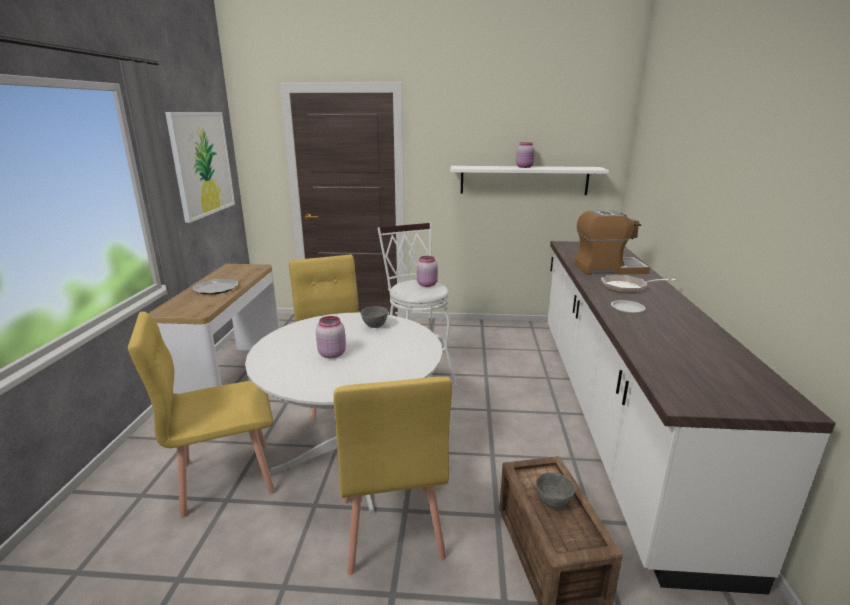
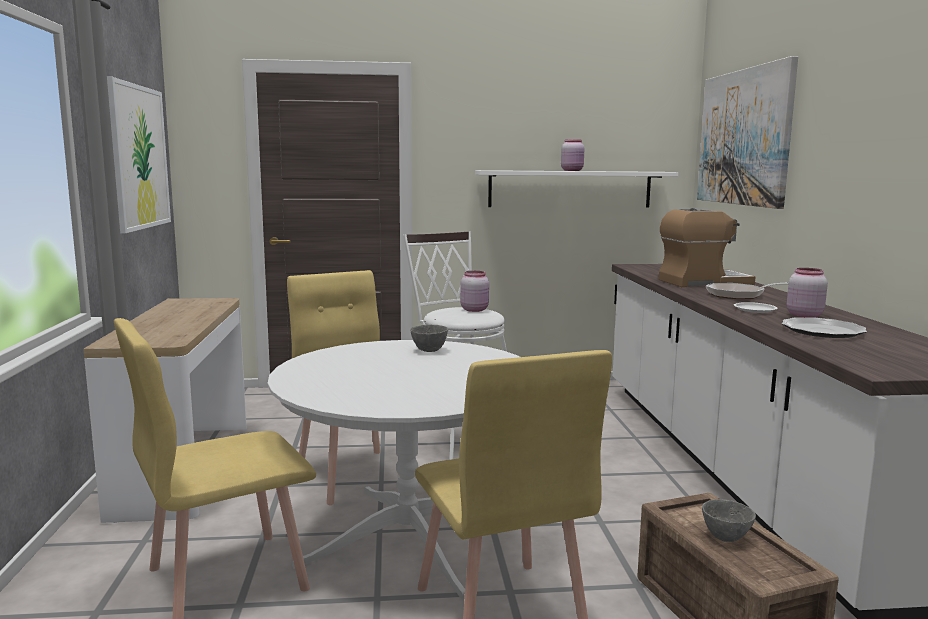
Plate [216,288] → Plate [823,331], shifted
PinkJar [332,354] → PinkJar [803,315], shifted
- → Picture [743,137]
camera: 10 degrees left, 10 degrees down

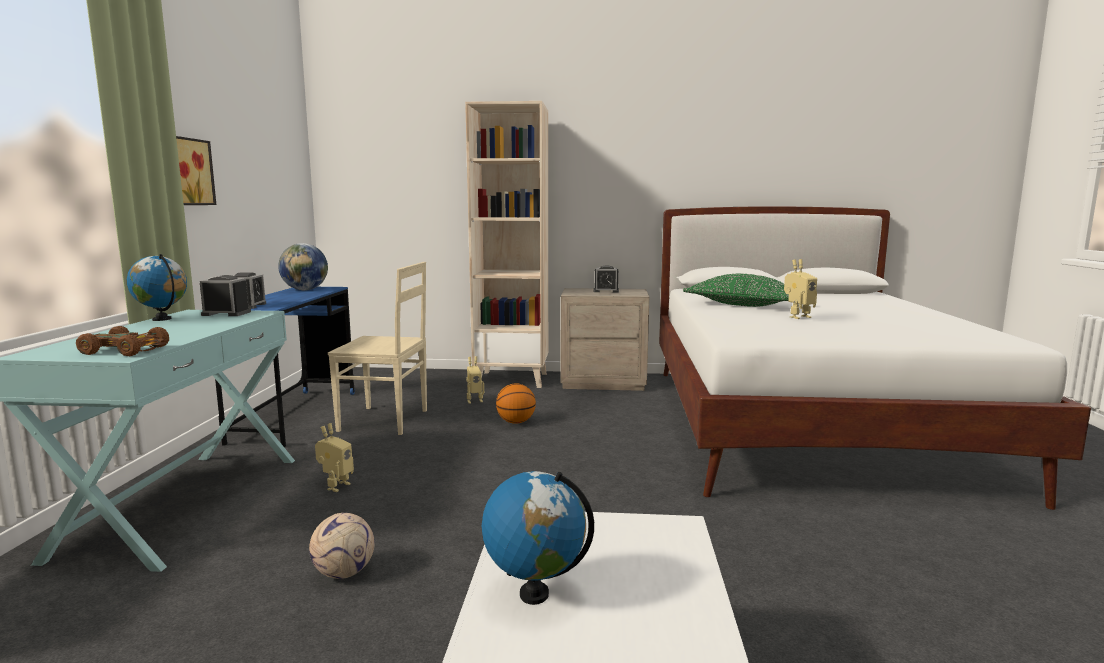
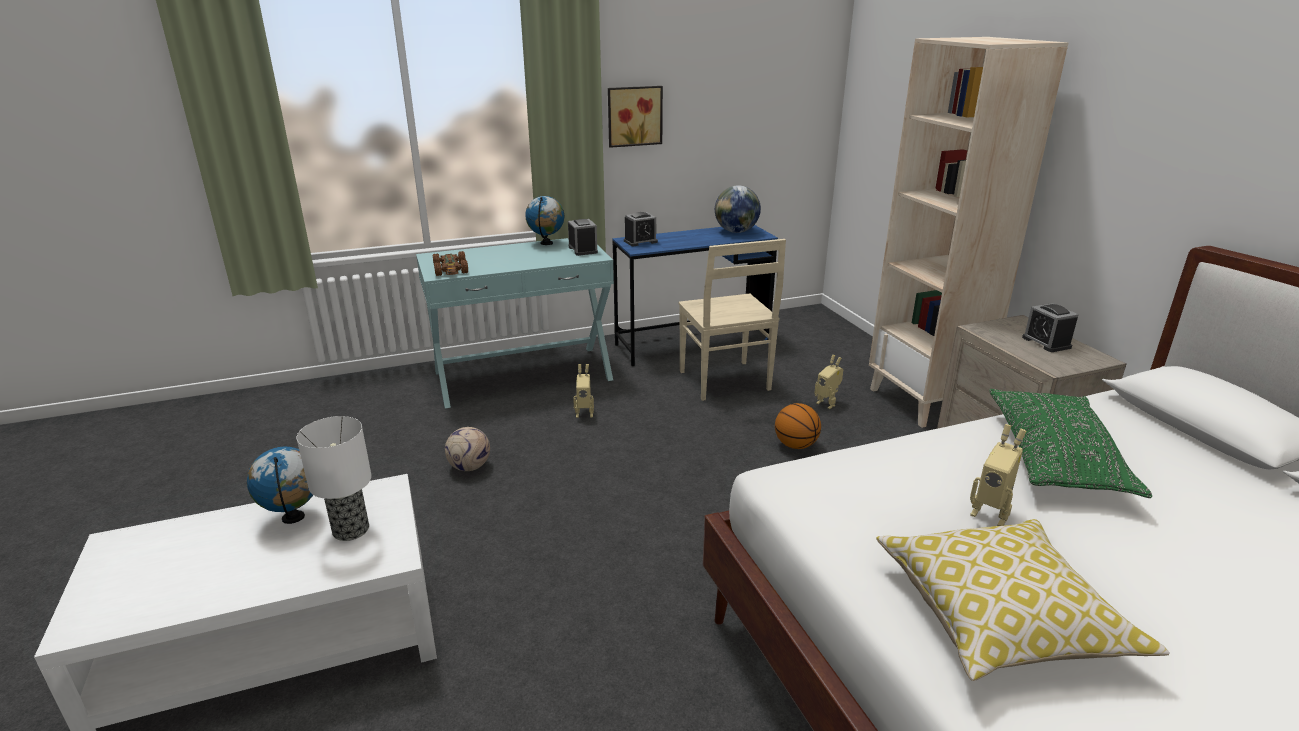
- → TableLamp [352,529]
- → Pillow [1001,617]
camera: 65 degrees right, 15 degrees up

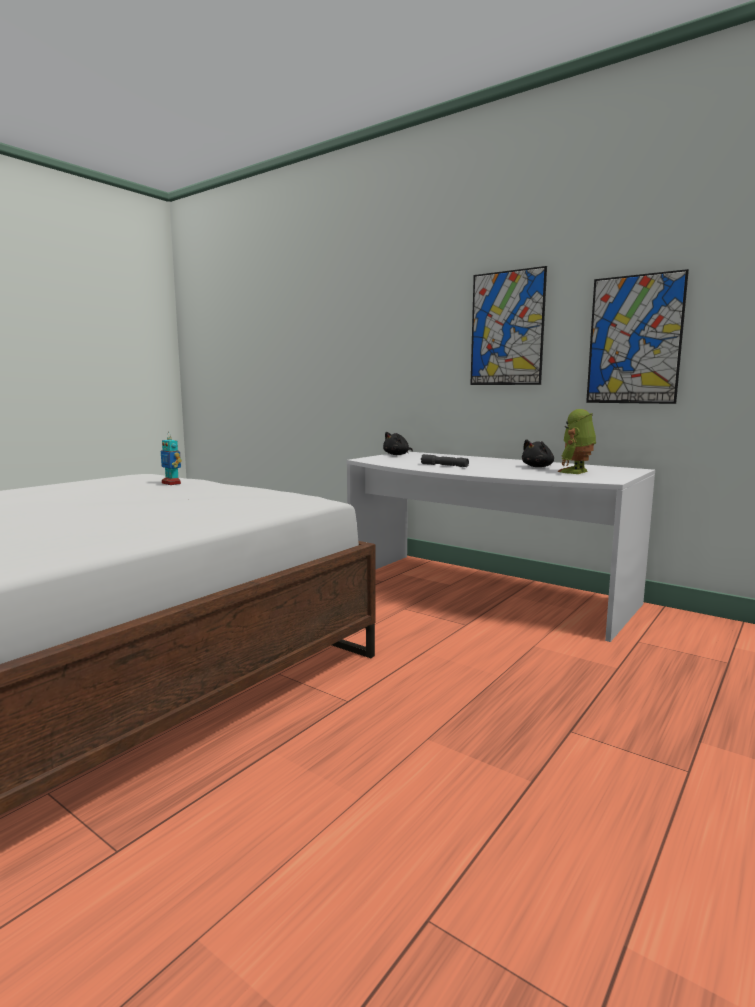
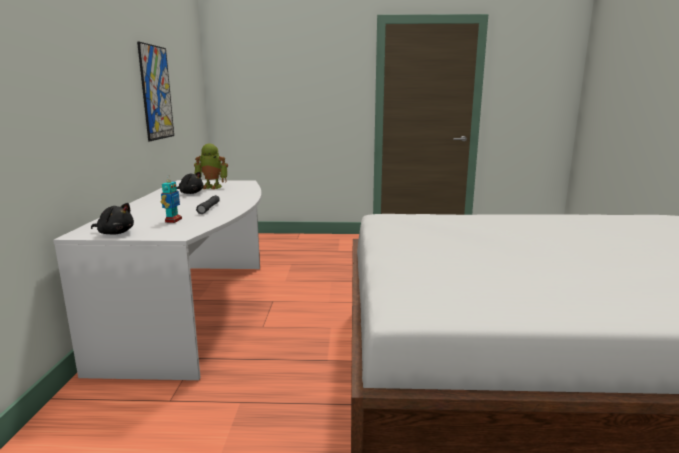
ToyRobot [171,483] → ToyRobot [173,220], shifted
Picture [507,328] → -
camera: 125 degrees left, 5 degrees up

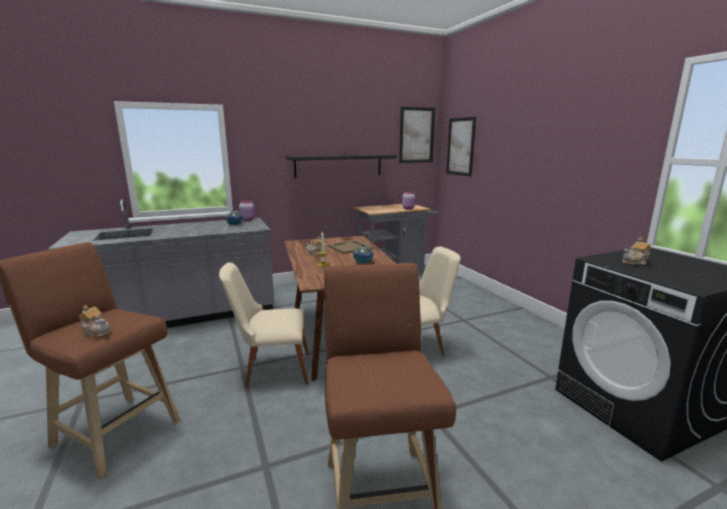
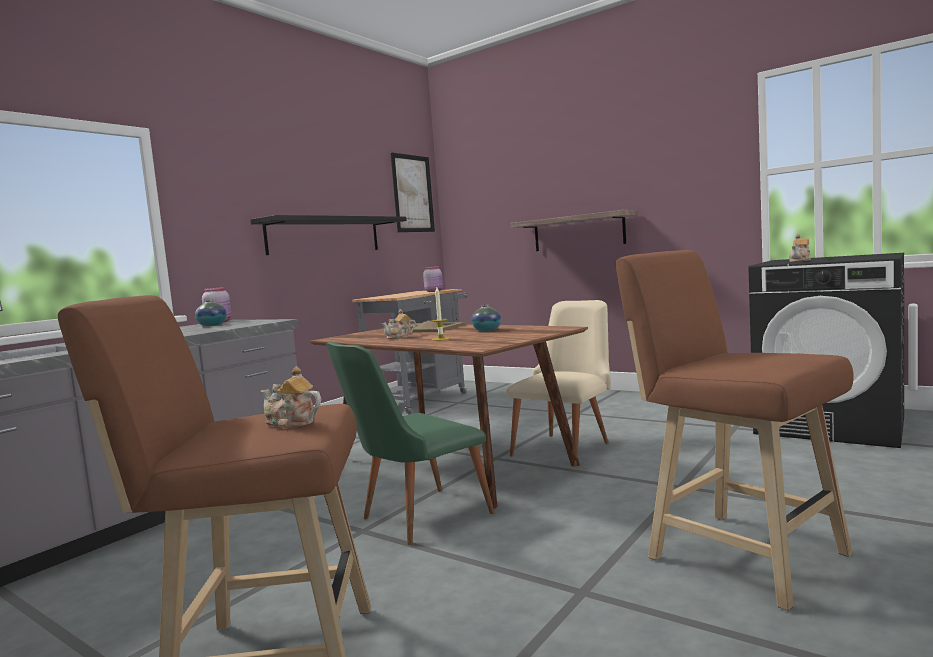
Teapot [97,332] → Teapot [291,422], 150 degrees counterclockwise
BeigeChair [271,370] → GreenChair [415,519]
Picture [460,146] → -
- → Shelf [578,232]
camera: 30 degrees left, 10 degrees down

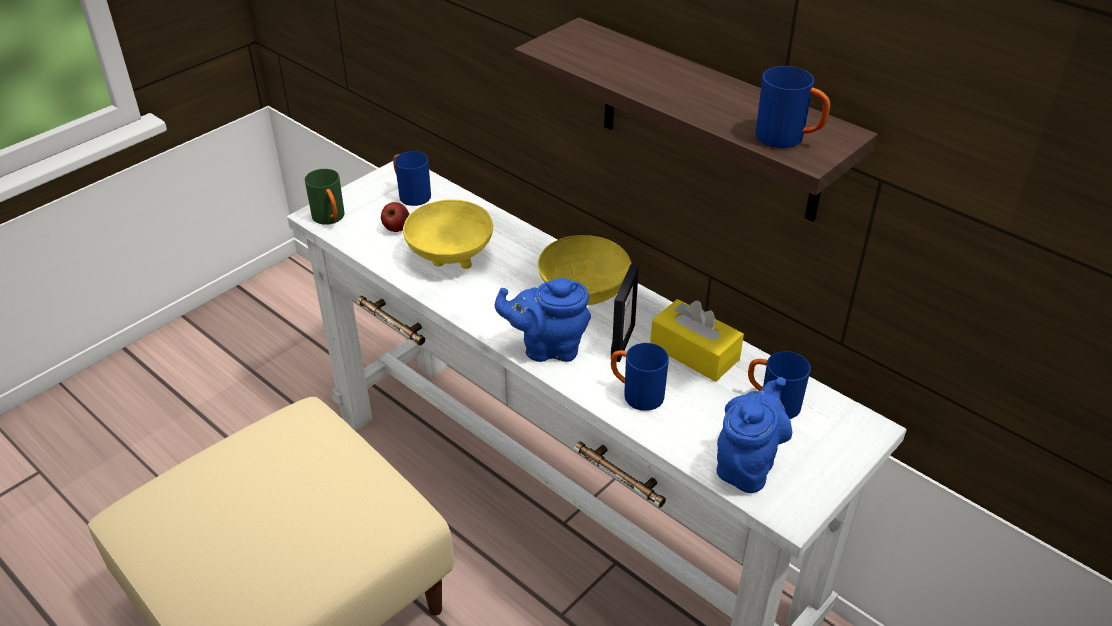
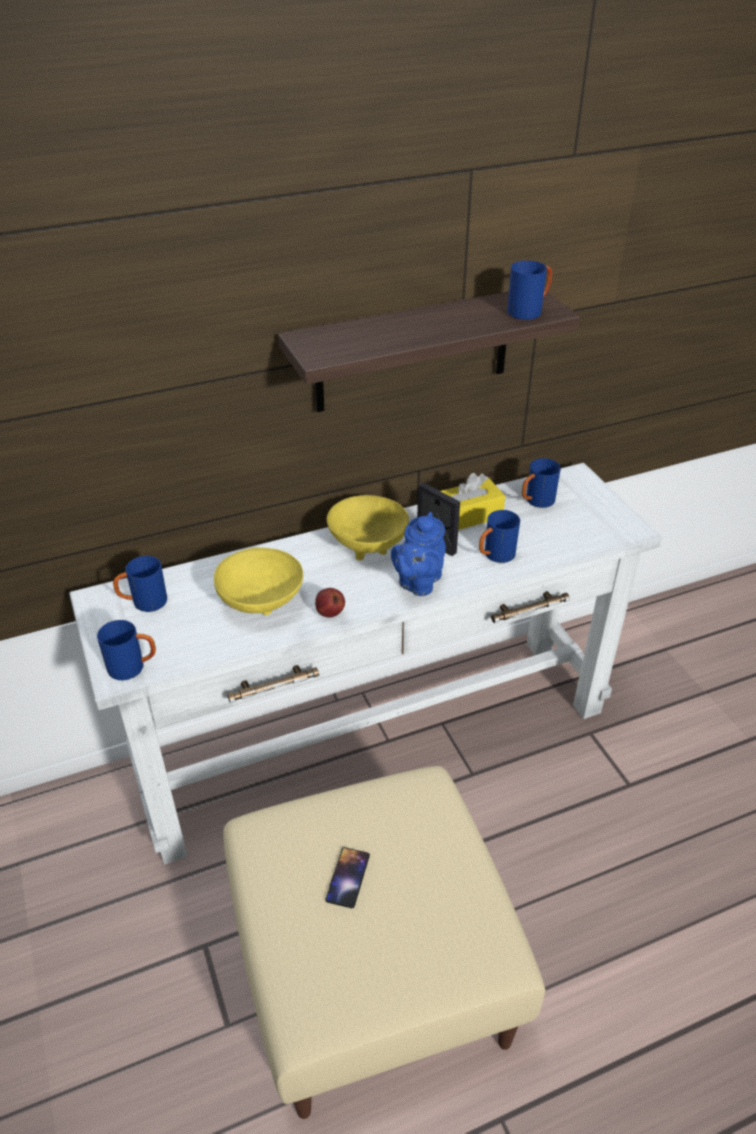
GreenMug [331,219] → BlueMug [133,667]
Apple [396,228] → Apple [329,613], shifted
BlueTeapot [747,464] → -
- → Phone [347,877]
camera: 65 degrees left, 0 degrees up

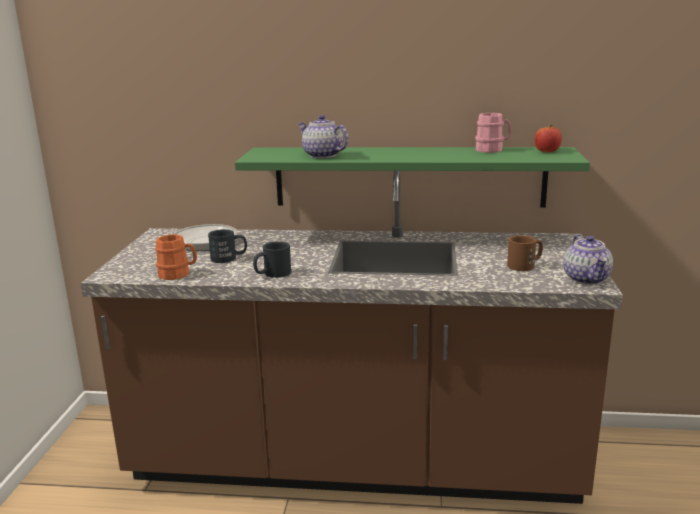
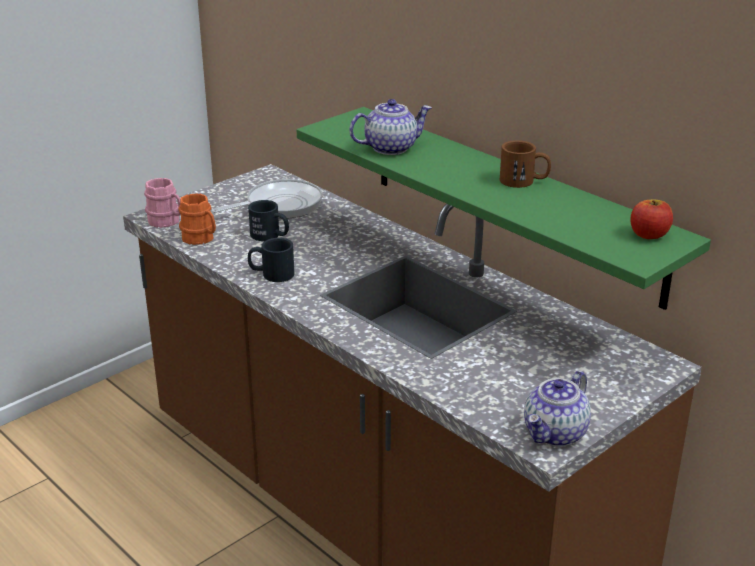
Teapot [322,155] → Teapot [391,148], 75 degrees clockwise
PinkMug [492,150] → PinkMug [167,222], shifted
BrownMug [525,265] → BrownMug [524,181], shifted
camera: 40 degrees right, 10 degrees up

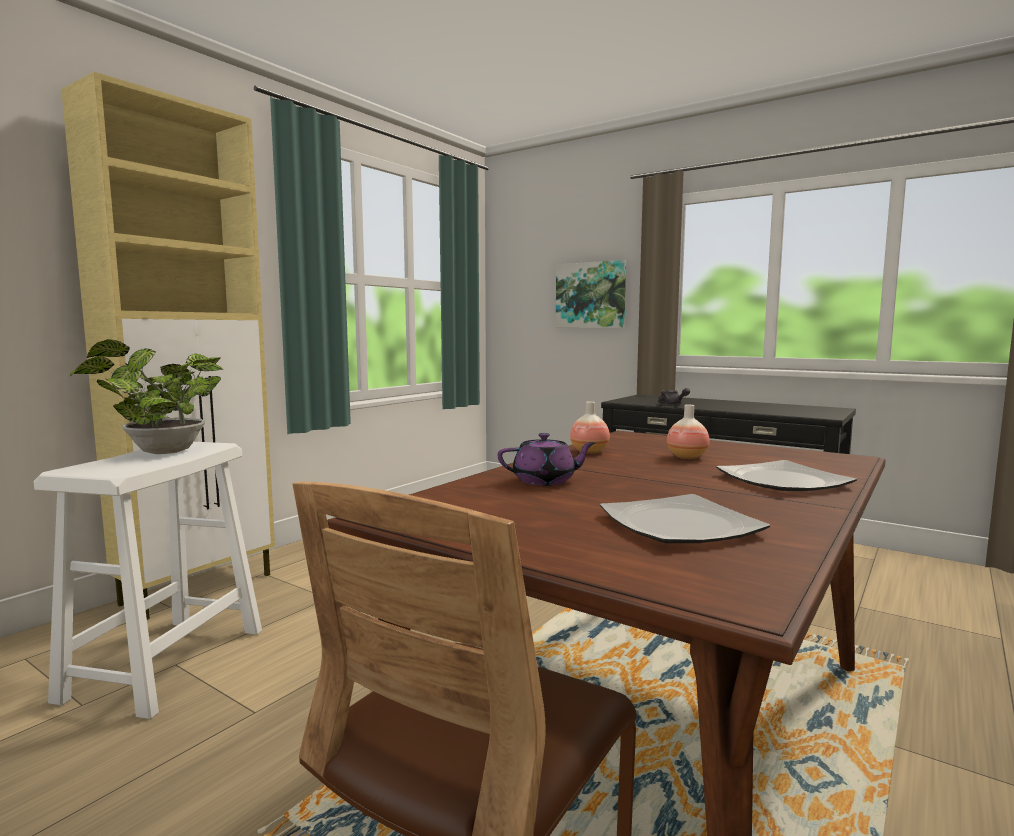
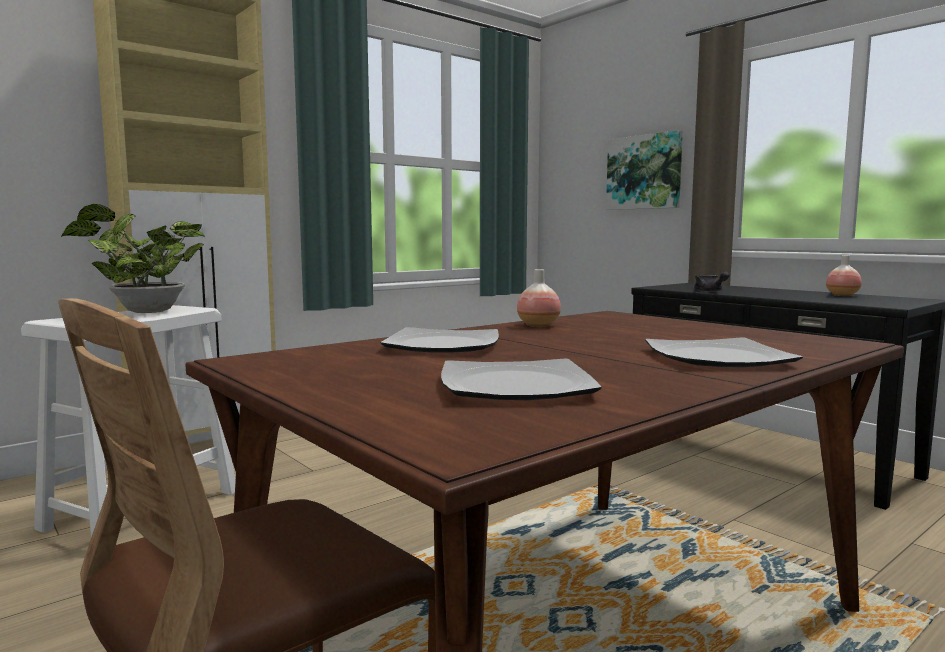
PurpleTeapot [545,481] → Plate [444,345]
Vase [687,457] → Vase [842,295], shifted
camera: 15 degrees right, 0 degrees up

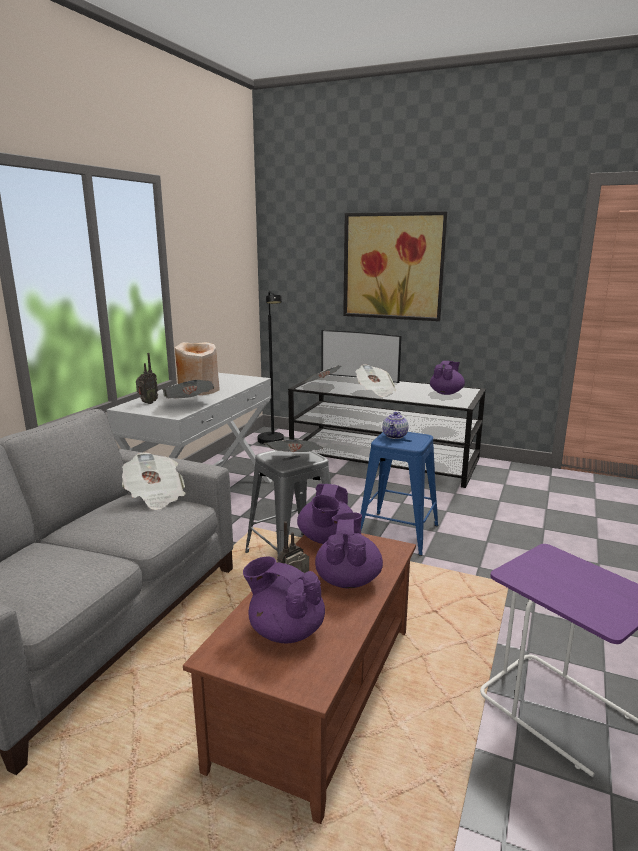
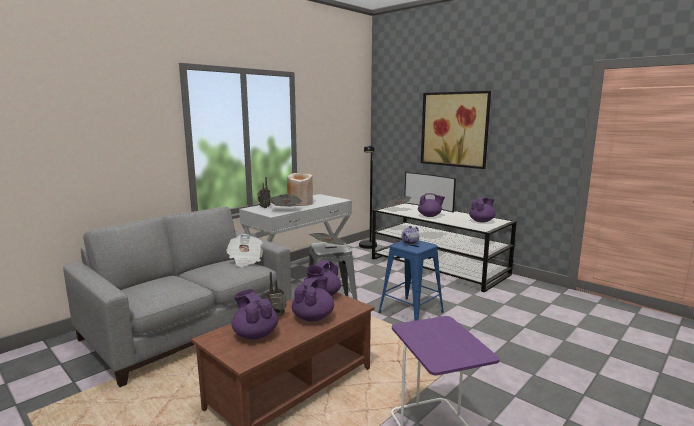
Newspaper [375,391] → PurpleTeapot [430,216]
camera: 20 degrees right, 5 degrees down

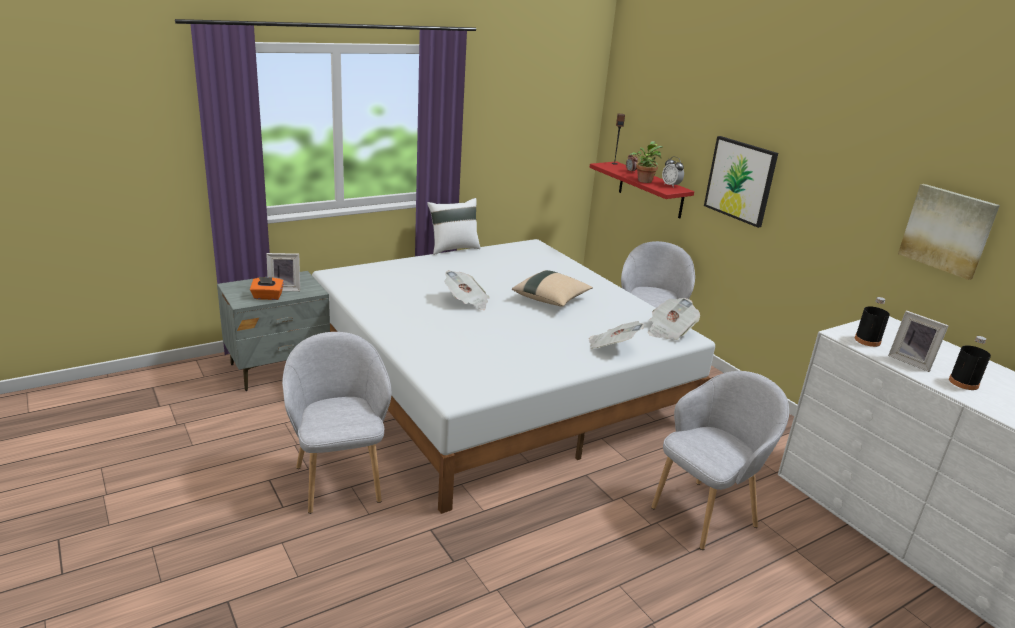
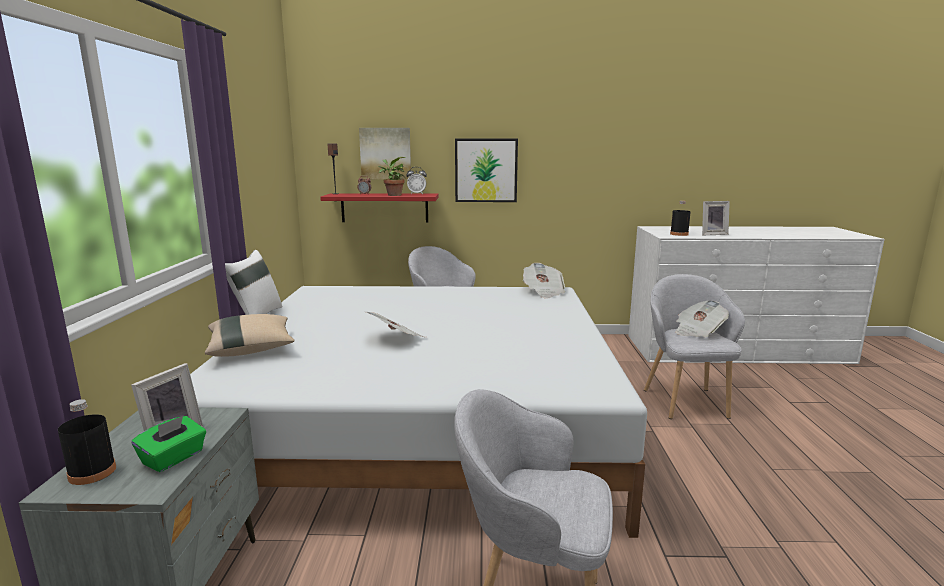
OrangeTissueBox [267,297] → GreenTissueBox [174,458]
BeigePillow [551,299] → BeigePillow [251,349], shifted
Newspaper [612,347] → Newspaper [697,331], shifted
Picture [947,230] → Picture [385,153], shifted
BlackBottle [963,383] → BlackBottle [92,472], shifted
camera: 55 degrees left, 10 degrees down

